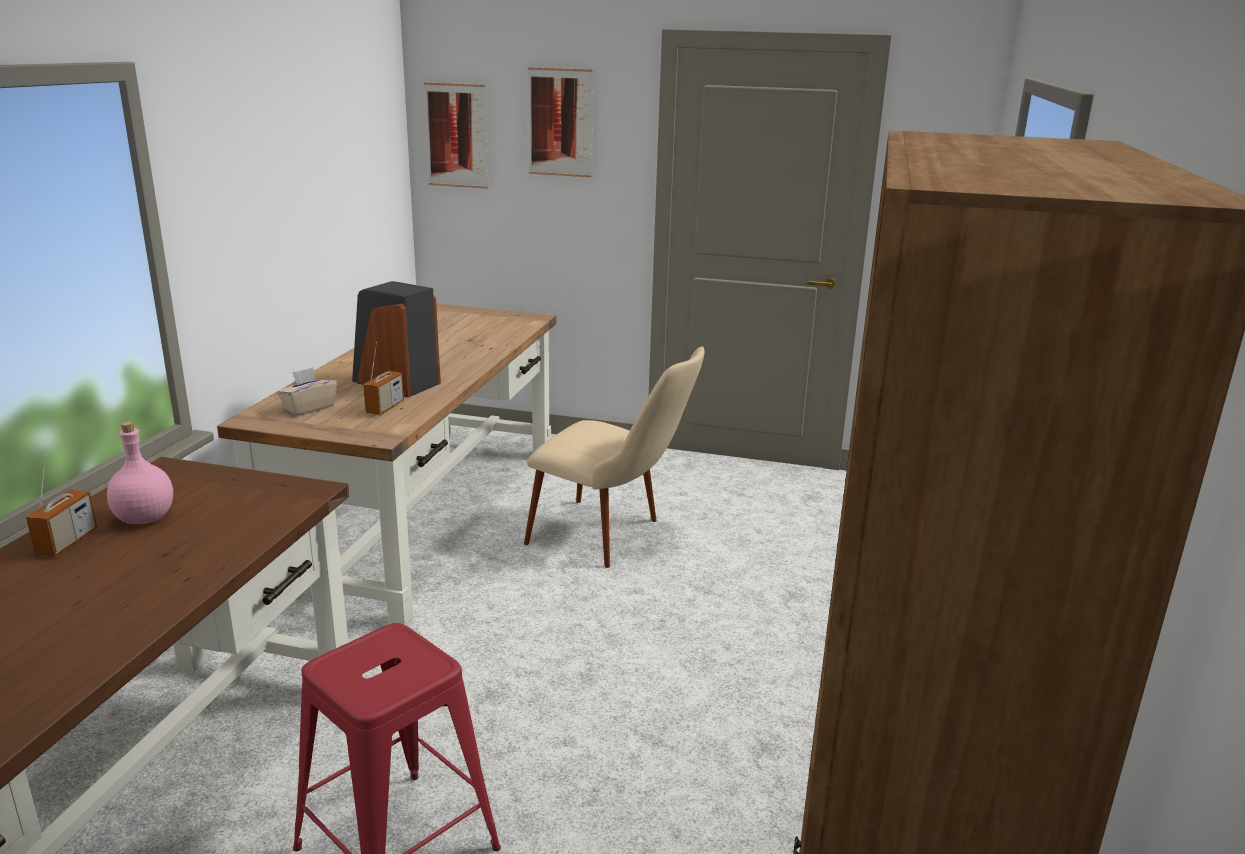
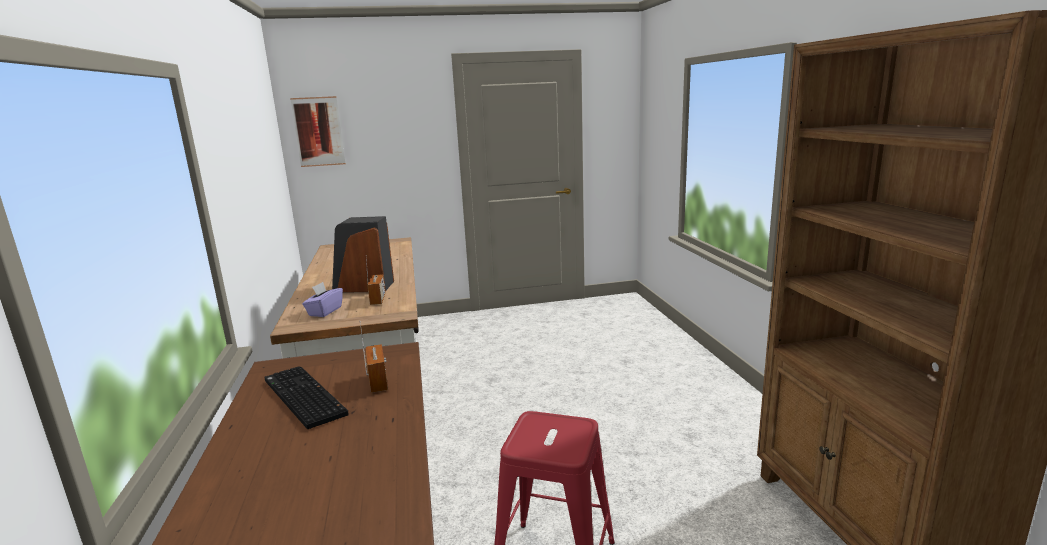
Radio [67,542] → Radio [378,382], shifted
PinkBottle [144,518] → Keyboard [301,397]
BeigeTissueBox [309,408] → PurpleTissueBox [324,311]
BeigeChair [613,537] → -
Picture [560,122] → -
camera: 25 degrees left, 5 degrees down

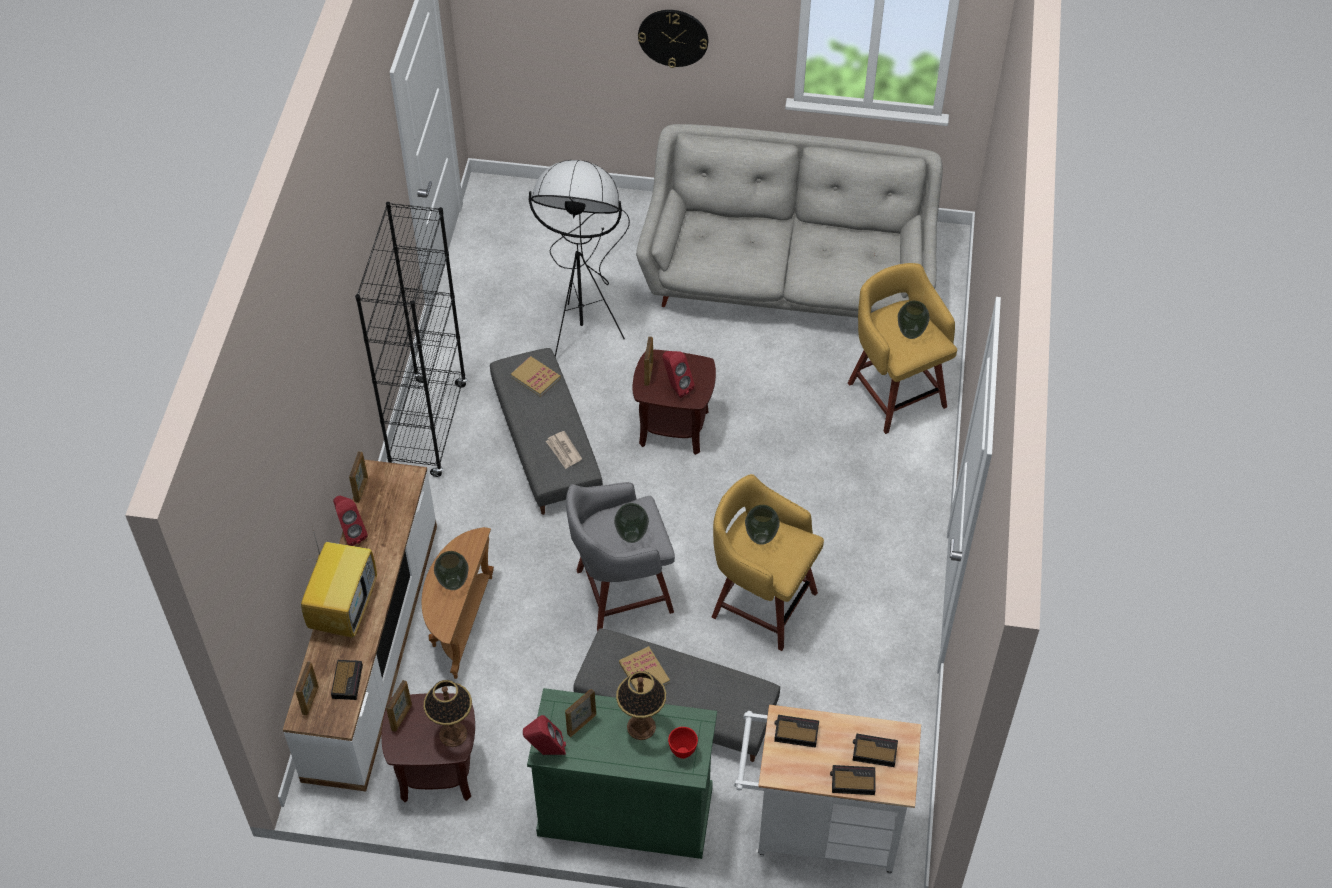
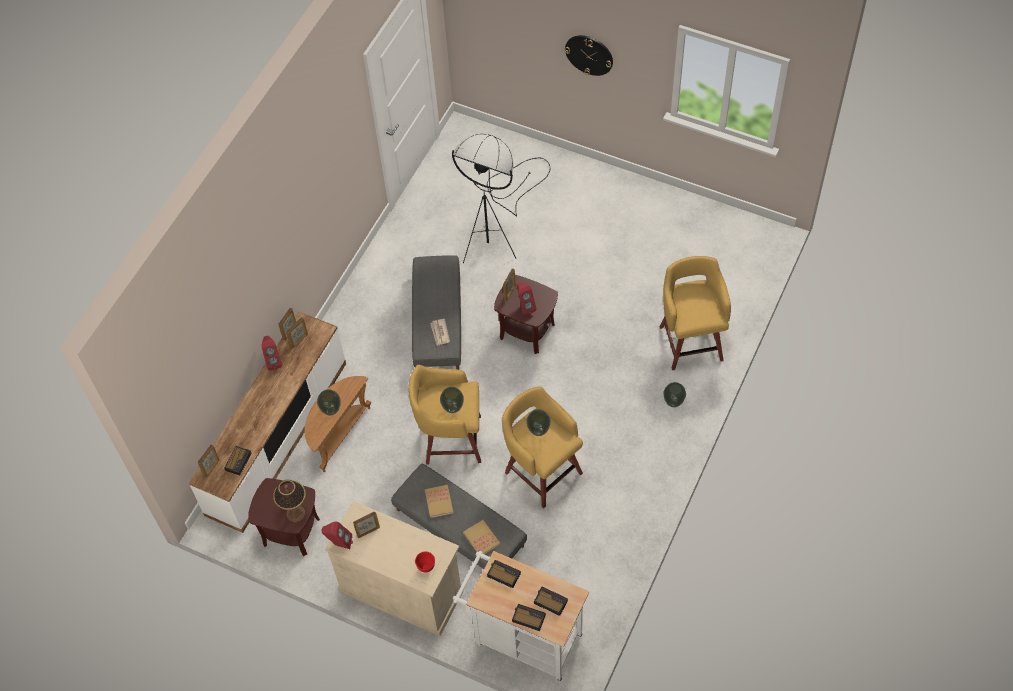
Television [343,607] → -
BlackBookcase [428,428] → -
PictureFrame [402,717] → PictureFrame [299,340], shifted
Book [535,377] → Book [481,539], shifted
GreenCabinet [625,810] → BeigeCabinet [402,590]
GreyStool [620,591] → YellowStool [450,439]
TableLamp [641,727] → -
GreySofa [787,278] → -
Vase [911,334] → Vase [673,403], shifted
camera: 20 degrees right, 5 degrees up

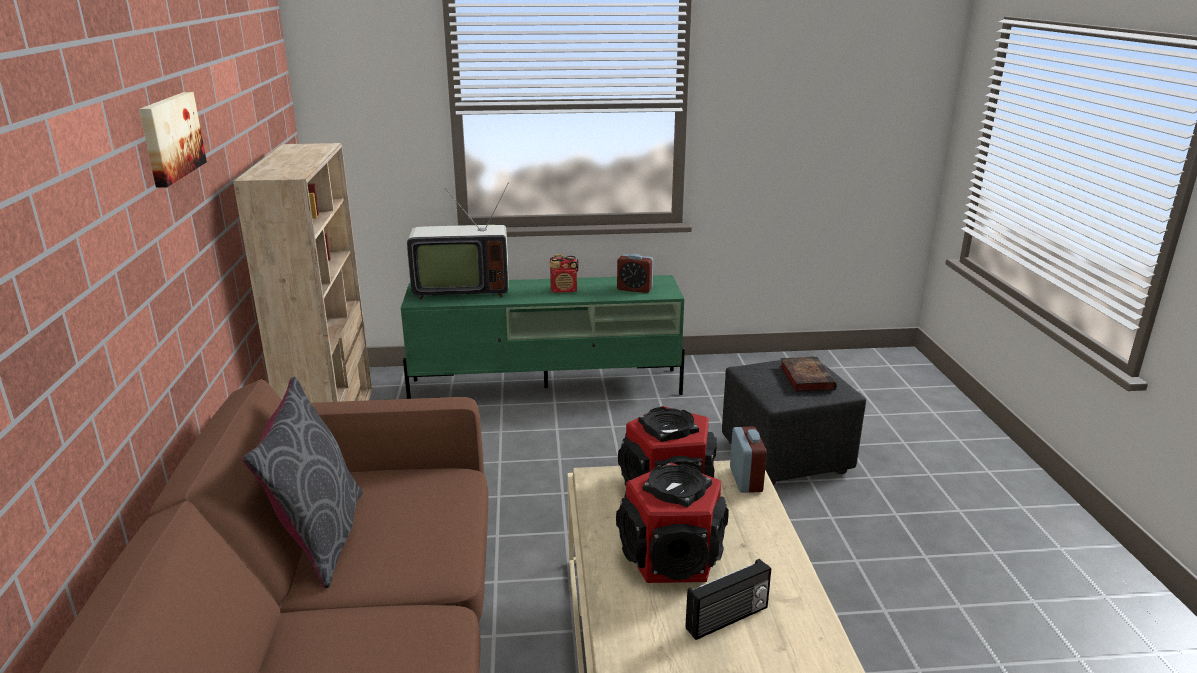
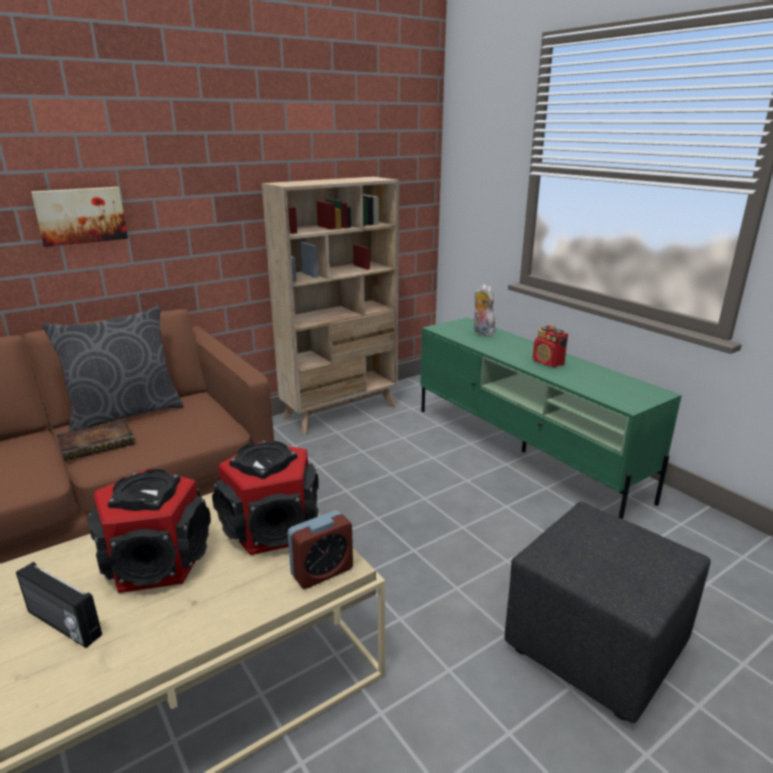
Picture [169,137] → Picture [81,215], shifted
Television [460,290] → PlushToy [481,333]
AlarmClock [634,289] → -
Book [805,377] → Book [99,443], shifted
camera: 60 degrees right, 0 degrees up

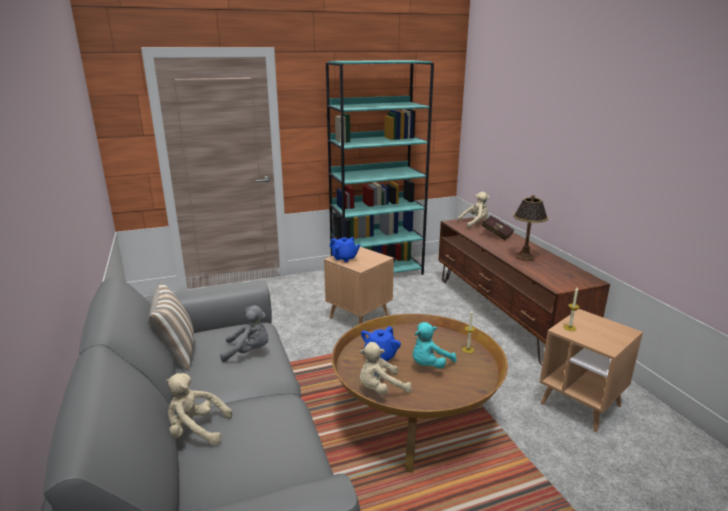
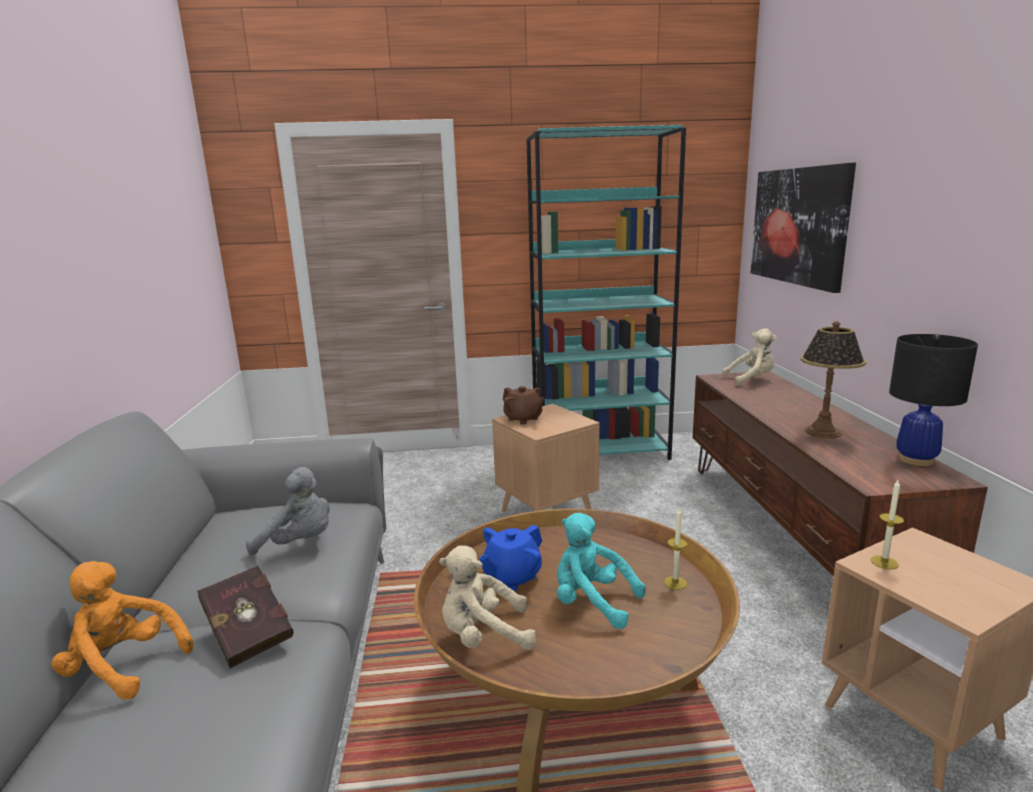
Pillow [177,353] → -
BeigePlushToy [196,430] → OrangePlushToy [123,666]
BlueTeapot [344,258] → BrownTeapot [523,419]
TurquoisePlushToy [429,365] → TurquoisePlushToy [592,602], 60 degrees clockwise
RedBook [495,235] → RedBook [249,632], shifted
- → Picture [798,226]
- → BlackTableLamp [916,460]
camera: 15 degrees right, 5 degrees down

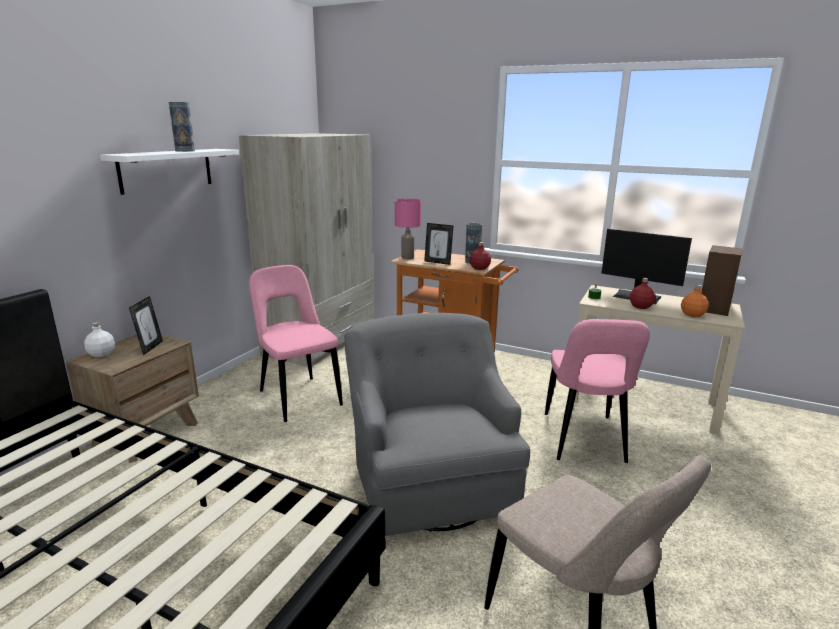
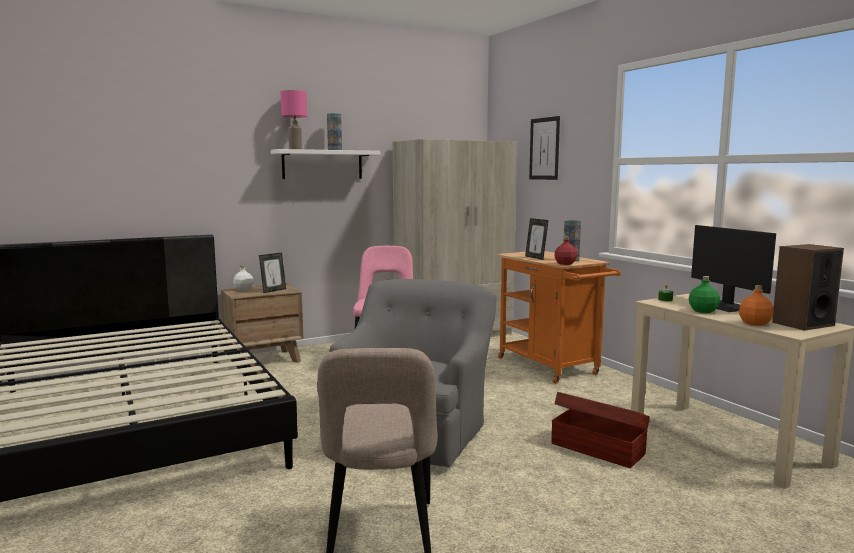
PinkTableLamp [407,257] → PinkTableLamp [295,149], shifted
PinkChair [584,440] → BrownStorageBox [597,448]
RedBottle [640,307] → GreenBottle [702,311]
- → Picture [544,148]
camera: 35 degrees right, 10 degrees down

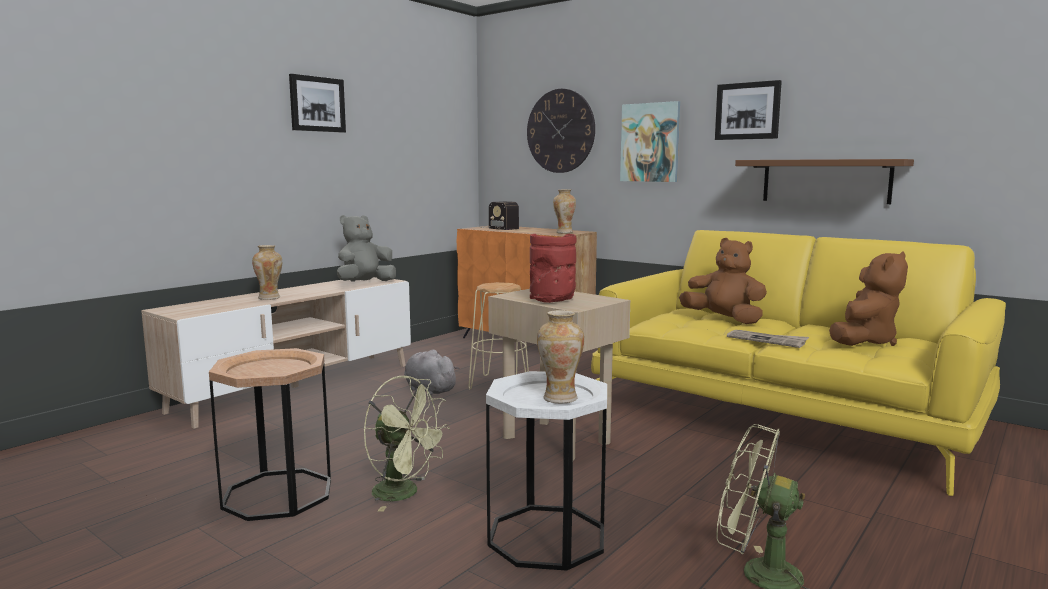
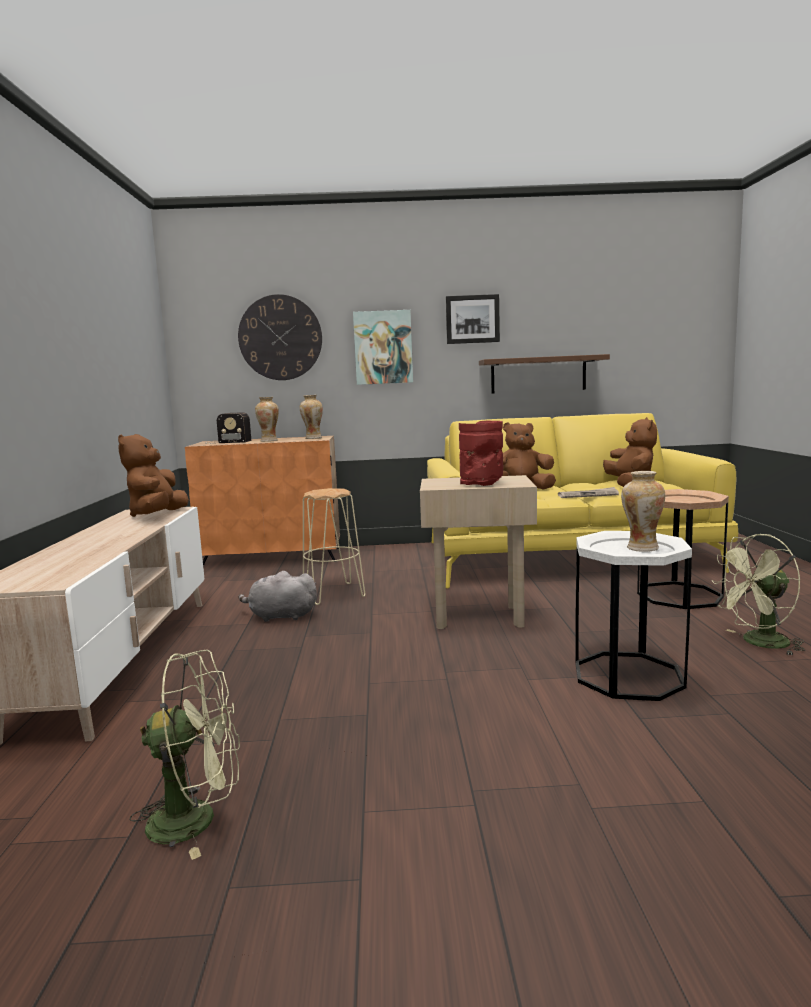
BrownSideTable [278,494] → BrownSideTable [679,595], shifted
Vase [270,298] → Vase [269,441], shifted
Picture [317,104] → -
GreyPlushToy [365,283] → BrownPlushToy [157,515]
GreenFan [404,493] → GreenFan [197,819], shifted
camera: 40 degrees left, 0 degrees up

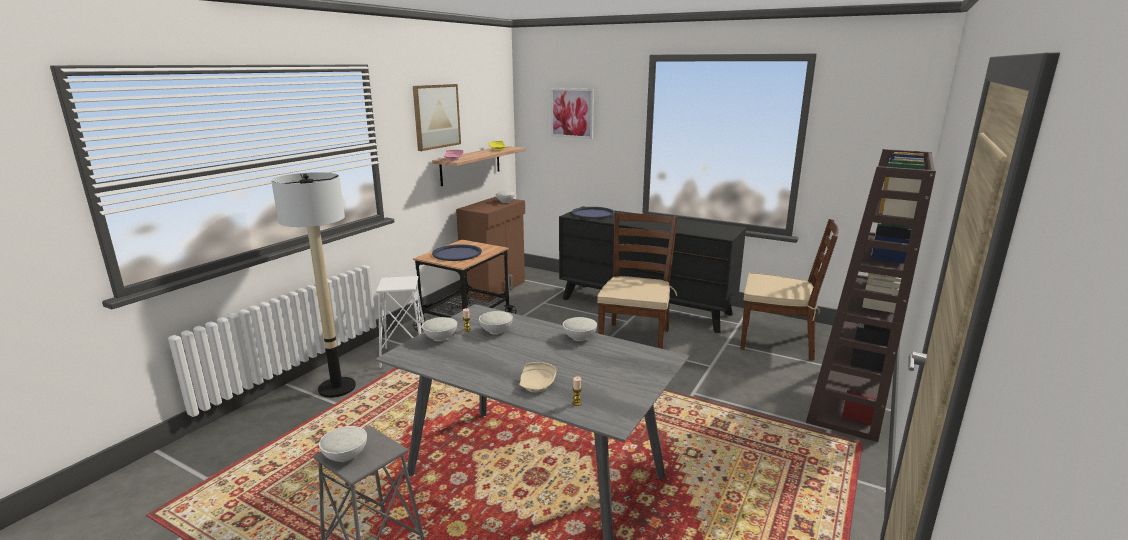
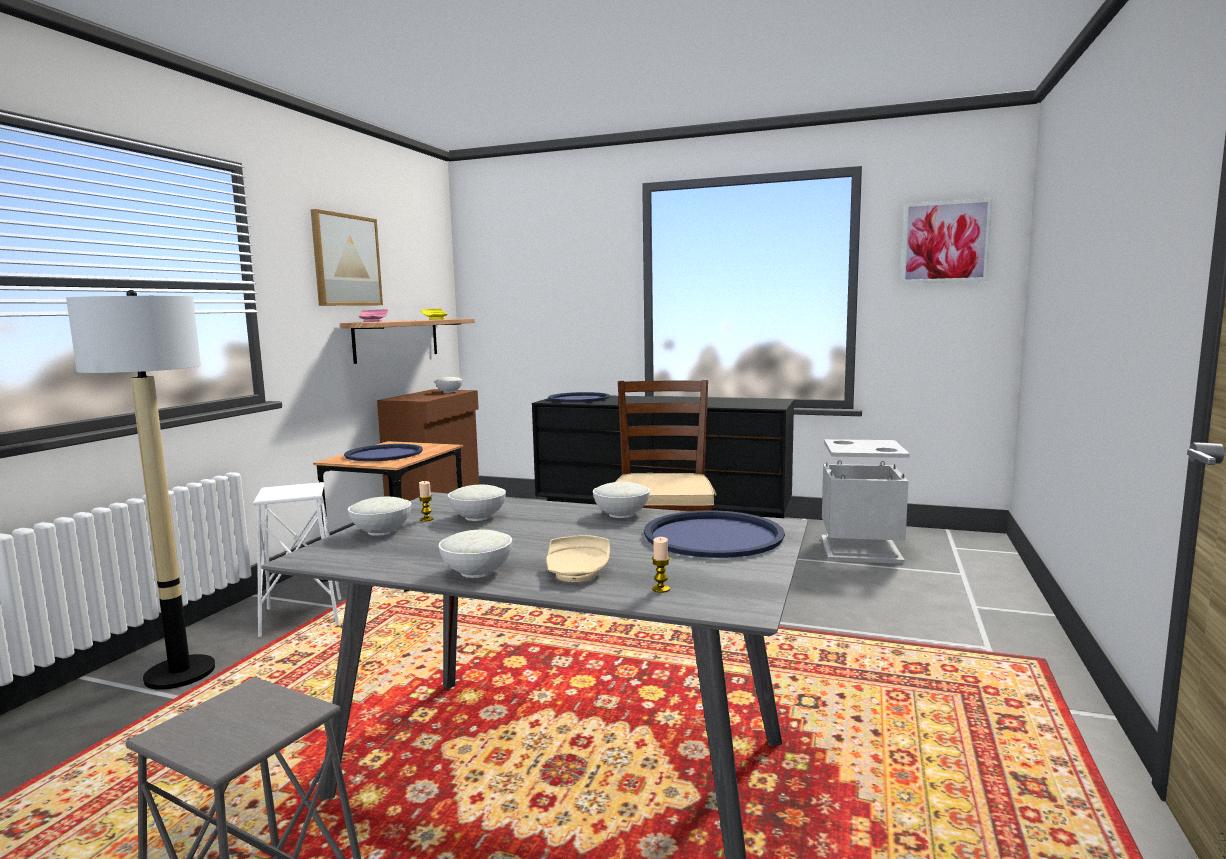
WhiteBowl [346,455] → WhiteBowl [478,571], shifted
Picture [572,113] → Picture [945,242], shifted
BrownChair [778,341] → GreyTrashCan [861,550]
BrownBookcase [848,403] → -
- → BlueTray [713,536]
camera: 10 degrees left, 10 degrees down

